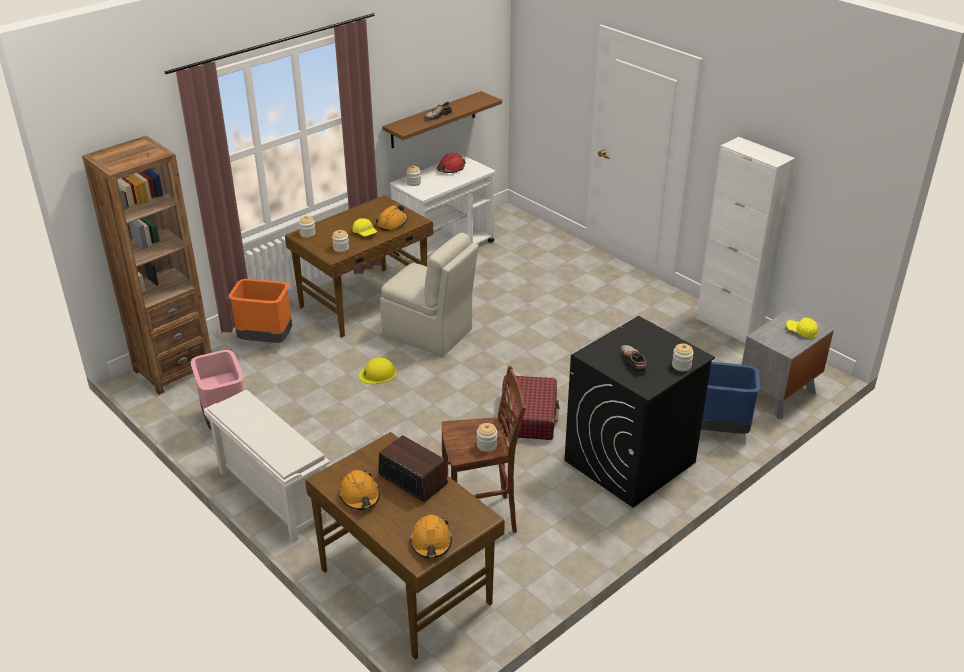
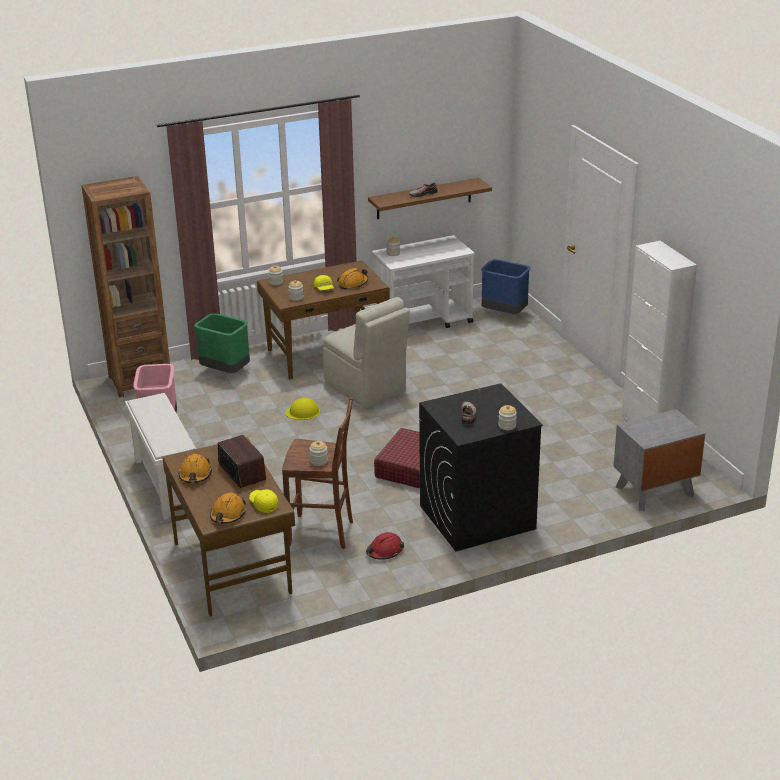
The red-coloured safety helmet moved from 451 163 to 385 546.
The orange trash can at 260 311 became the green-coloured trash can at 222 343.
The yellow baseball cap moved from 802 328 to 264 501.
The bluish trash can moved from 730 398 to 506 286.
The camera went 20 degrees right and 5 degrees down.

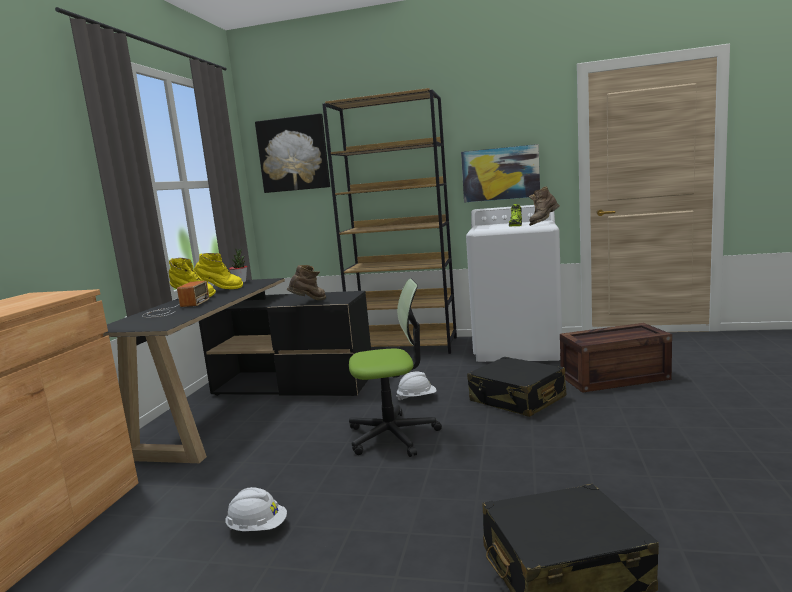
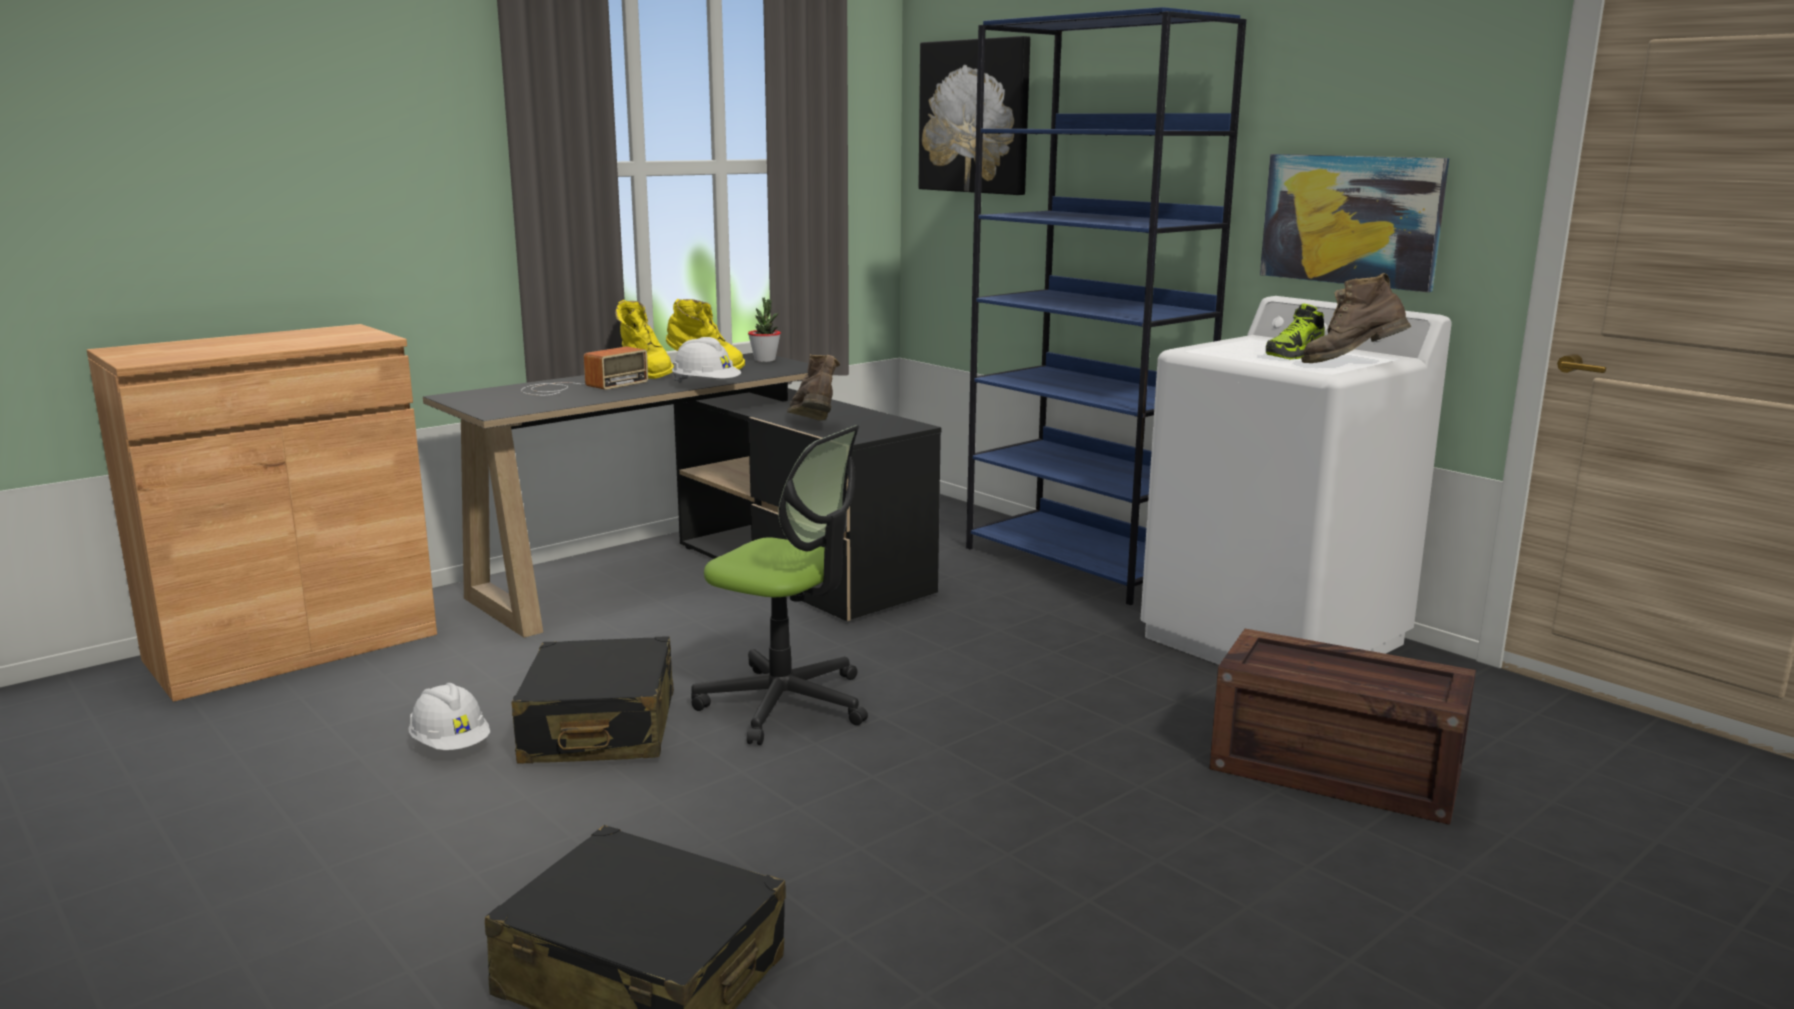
The brown-coloured bookshelf at 389 221 became the bluish bookshelf at 1106 306.
The brown-coloured boot at 306 282 turned 90 degrees counterclockwise.
The black-coloured suitcase moved from 516 387 to 592 700.
The white safety helmet moved from 416 386 to 706 360.
The camera went 35 degrees right and 5 degrees up.

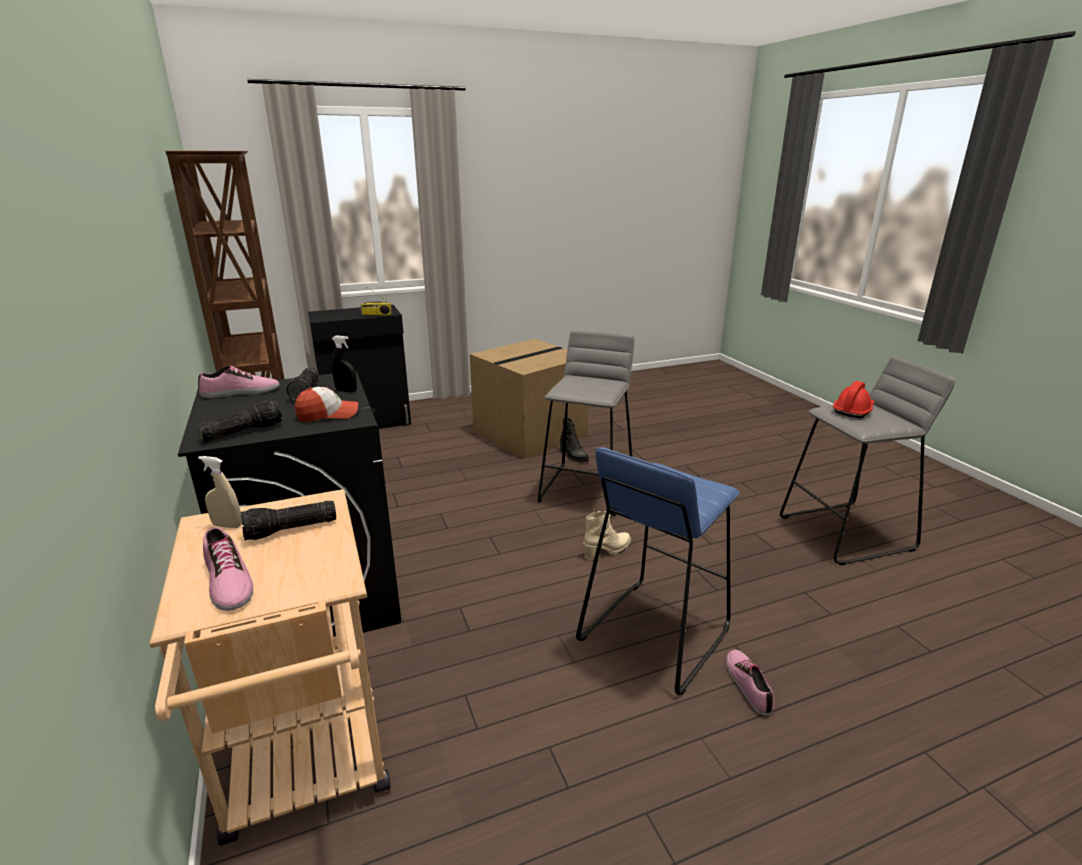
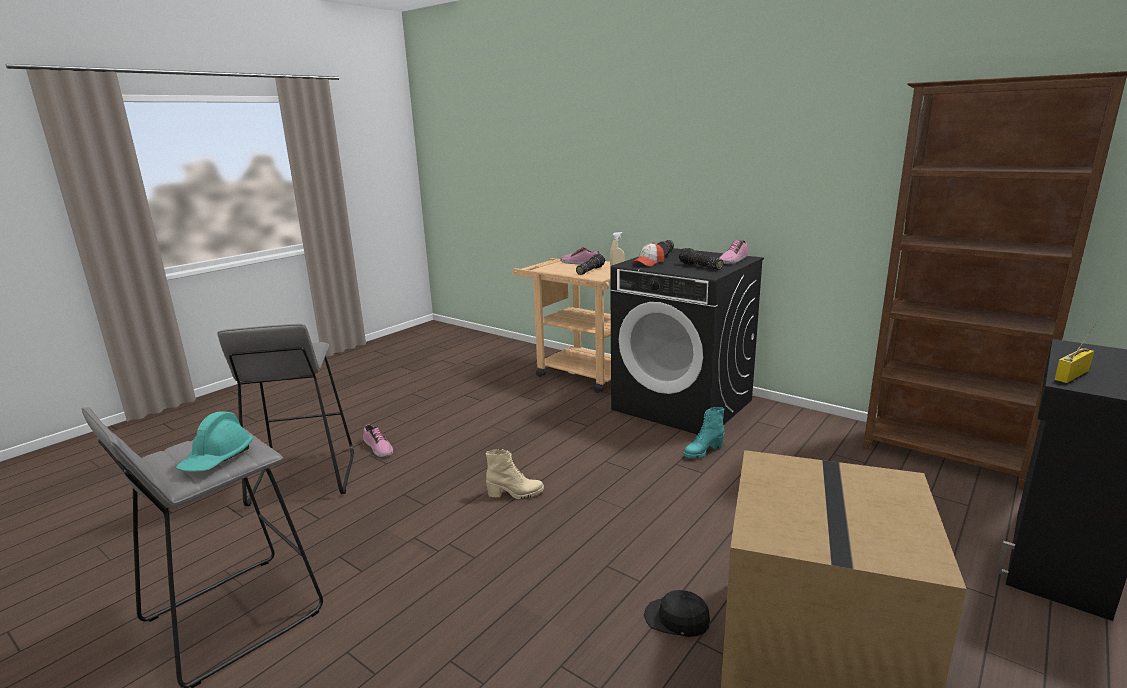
The greyish stool seat moved from 586 423 to 285 415.
The black-coloured sprayer at 344 363 disappeared.
The red-coloured safety helmet at 853 399 became the turquoise-coloured safety helmet at 214 441.
The black-coloured boot at 574 439 was replaced by the black-coloured baseball cap at 677 613.
The bluish stool seat at 657 571 disappeared.
The beige-coloured boot at 607 535 turned 120 degrees counterclockwise.
The turquoise-coloured boot at 704 432 appeared.
The camera went 150 degrees right and 5 degrees down.

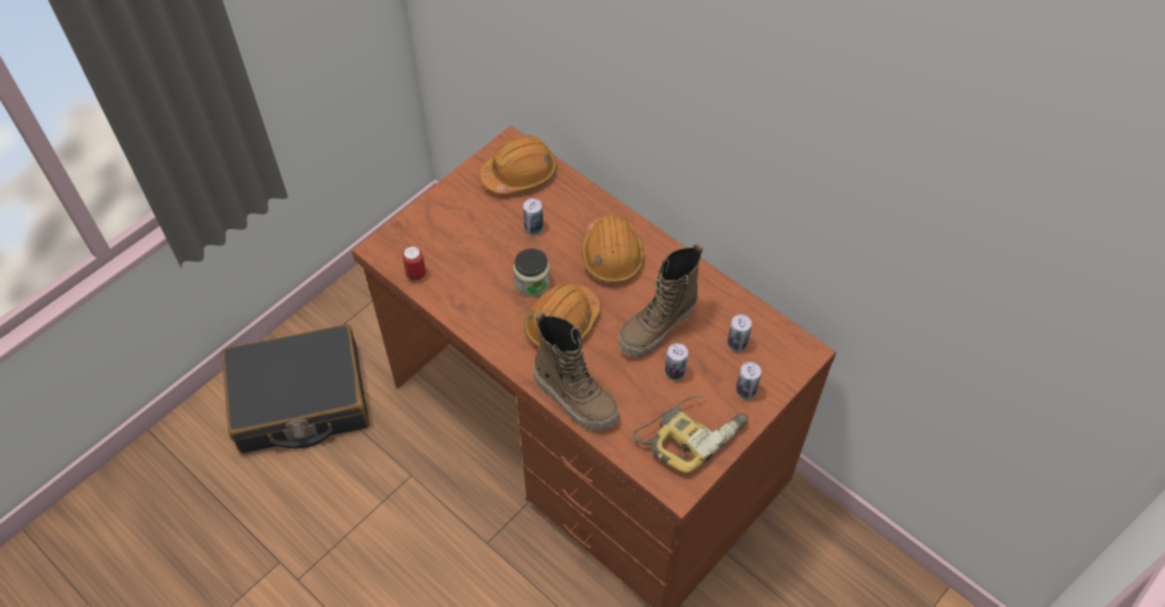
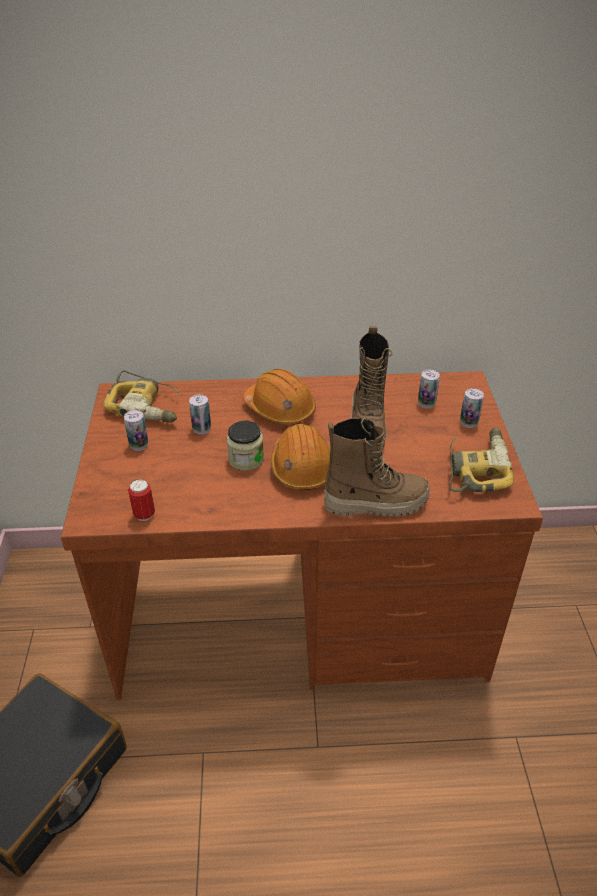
The orange safety helmet at 518 164 was replaced by the drill at 142 396.
The sealed can moved from 676 362 to 136 430.
The camera went 45 degrees left and 15 degrees down.

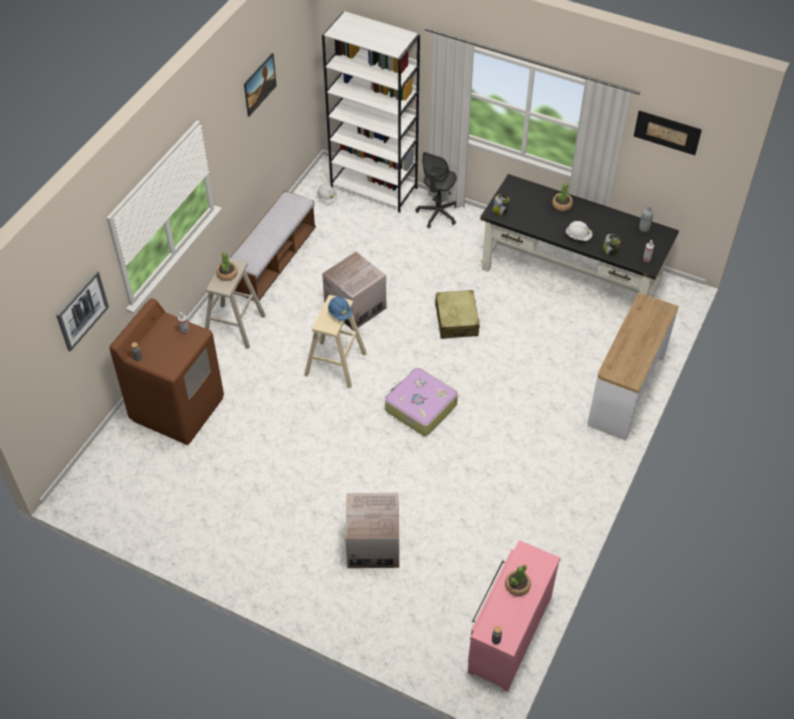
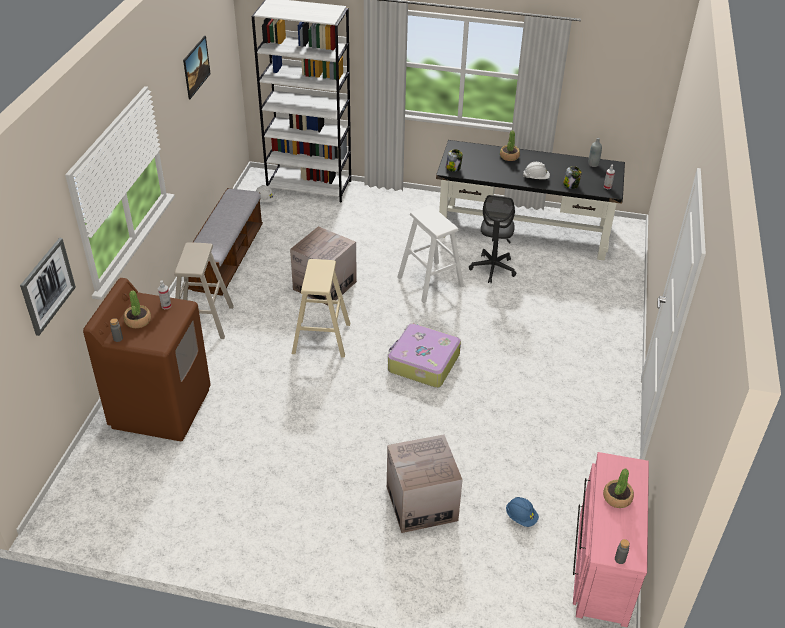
The wall art at 668 132 disappeared.
The greyish desk chair moved from 436 190 to 492 239.
The houseplant moved from 227 266 to 137 309.
The beige-coloured suitcase at 457 314 was replaced by the white stool seat at 431 254.
The narrow table at 633 367 disappeared.
The bluish safety helmet moved from 340 308 to 522 512.
The camera went 15 degrees left and 10 degrees down.

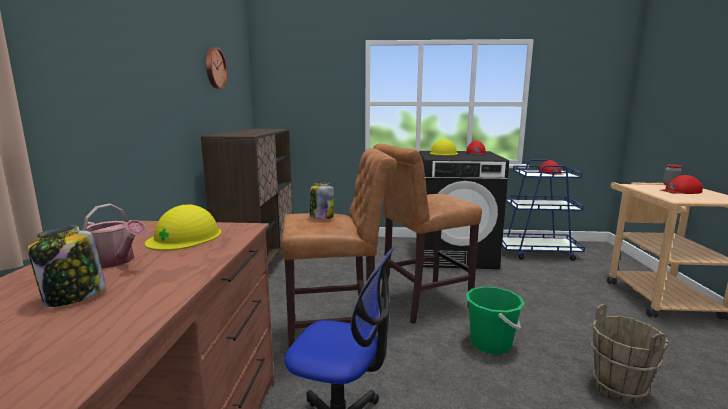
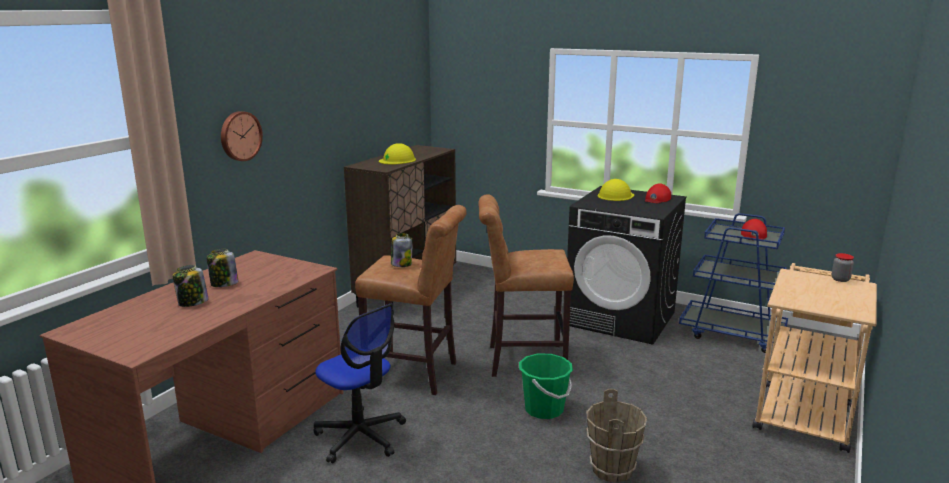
The wall clock moved from 216 68 to 242 136.
The red-coloured baseball cap at 682 184 disappeared.
The watering pot at 114 236 was replaced by the preserve jar at 222 268.
The yellow safety helmet moved from 183 228 to 397 153.
The camera went 25 degrees right and 5 degrees up.

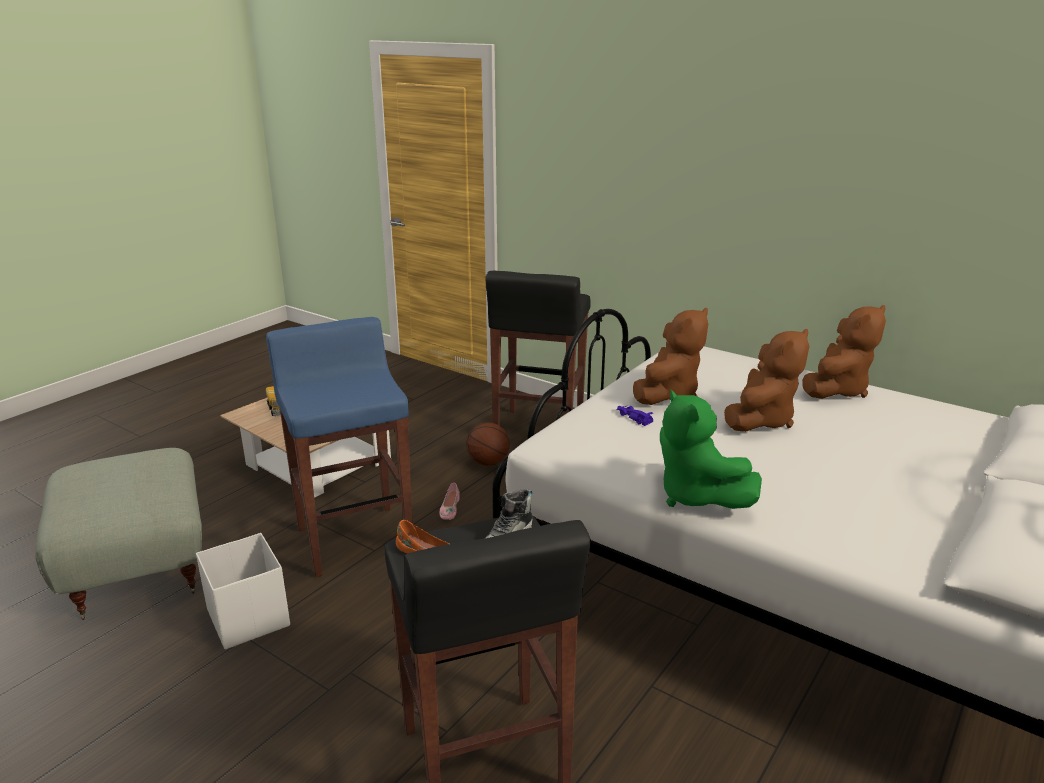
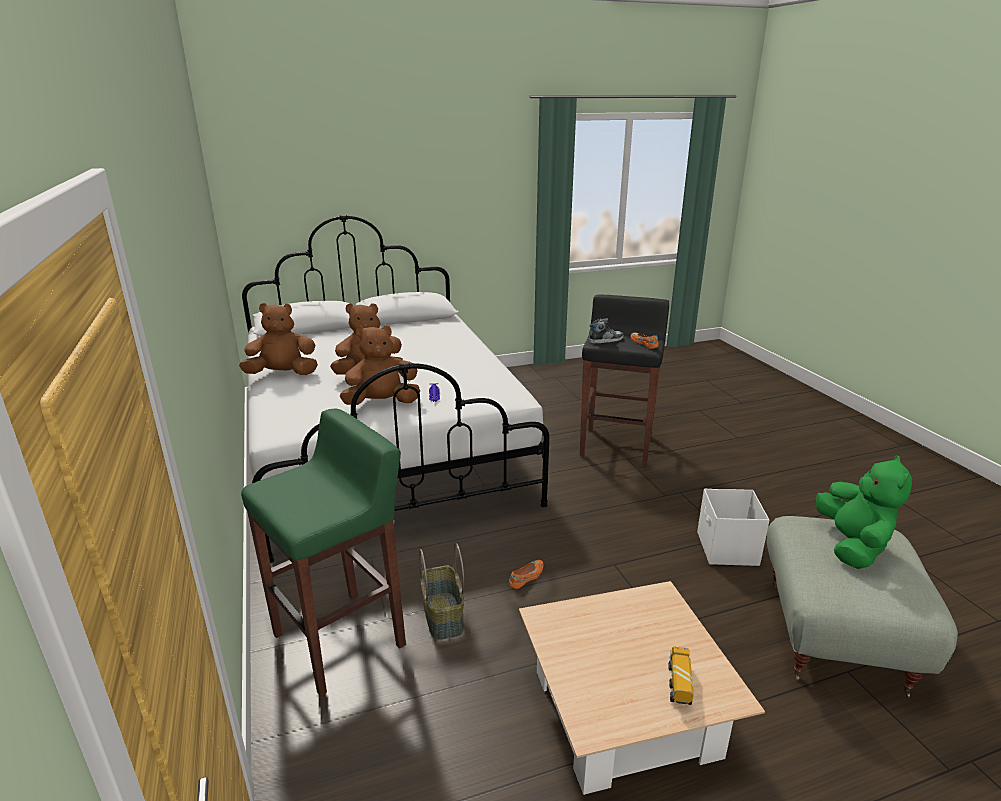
The black-coloured stool seat at 538 348 became the green-coloured stool seat at 323 552.
The bluish stool seat at 339 447 disappeared.
The green-coloured soft toy moved from 711 449 to 864 512.
The basketball ball at 488 444 was replaced by the basket at 441 591.
The pinkish low shoe at 450 501 became the orange low shoe at 526 574.
The camera went 145 degrees left and 0 degrees up.

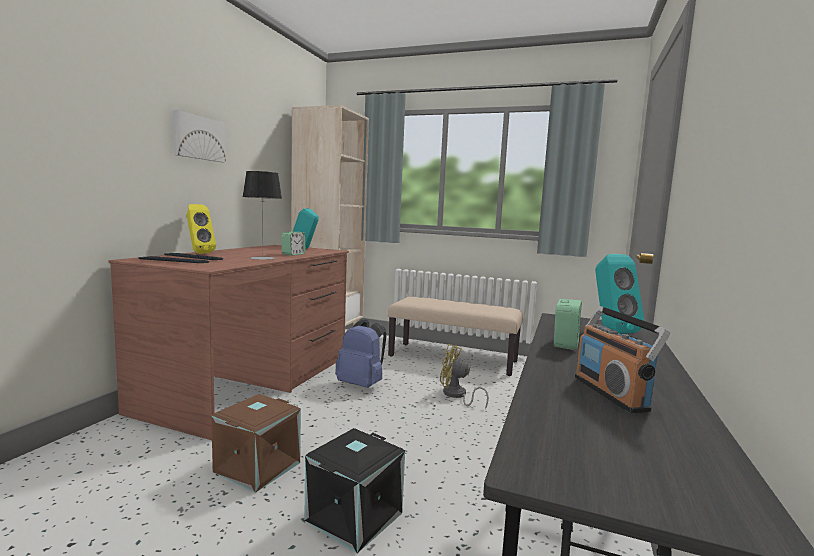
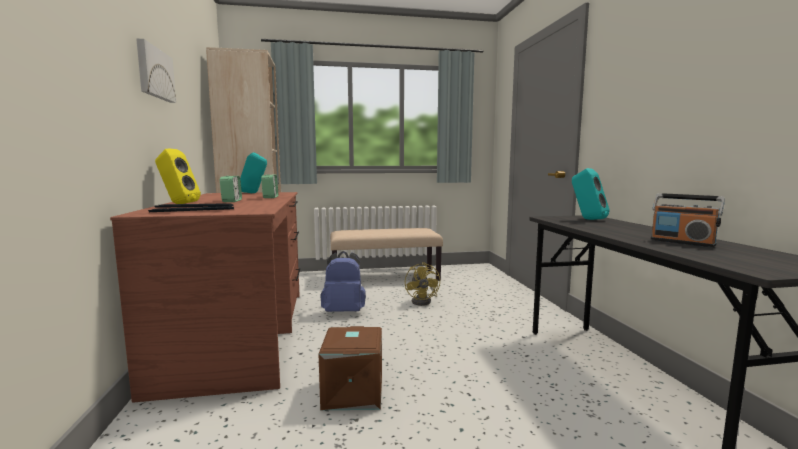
The table lamp at 262 215 disappeared.
The bedside clock moved from 568 324 to 231 189.
The yellow electric fan at 464 376 turned 90 degrees counterclockwise.
The black-coloured storage bin at 354 490 disappeared.
The camera went 30 degrees left and 0 degrees up.

